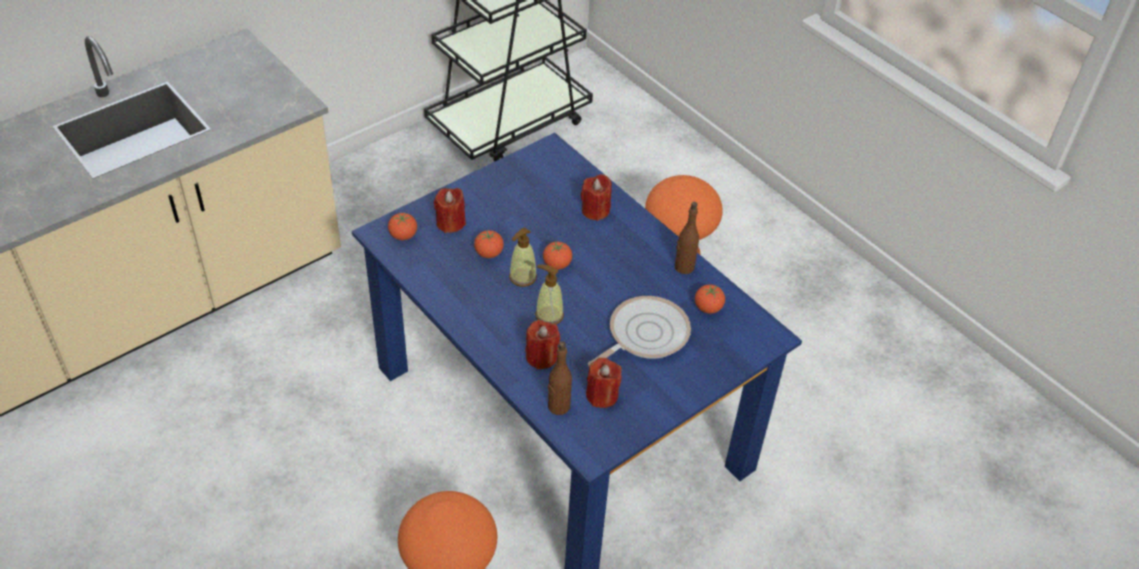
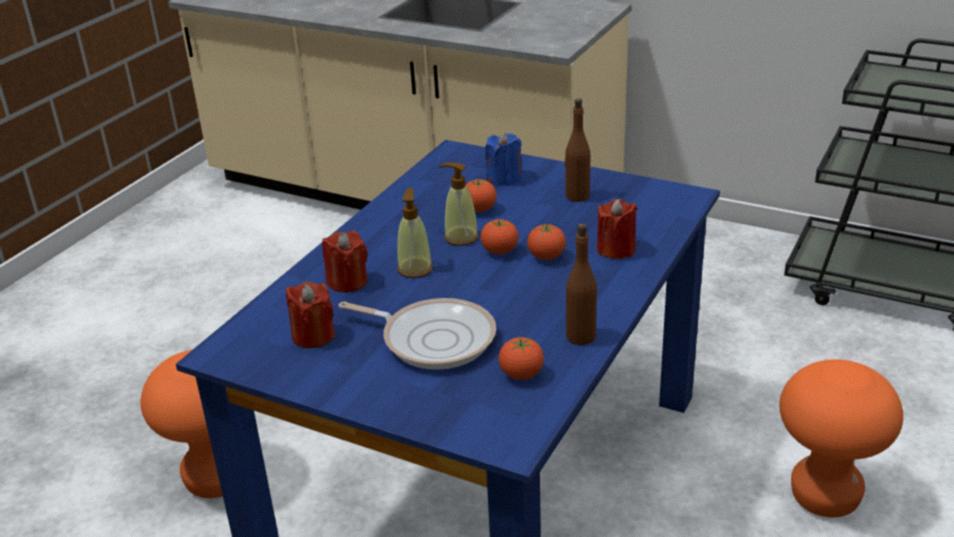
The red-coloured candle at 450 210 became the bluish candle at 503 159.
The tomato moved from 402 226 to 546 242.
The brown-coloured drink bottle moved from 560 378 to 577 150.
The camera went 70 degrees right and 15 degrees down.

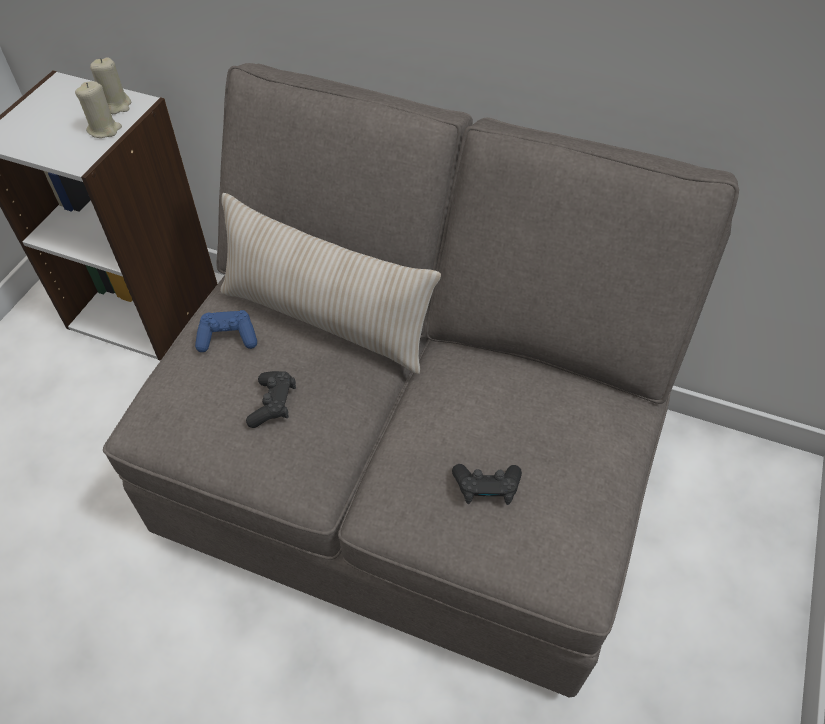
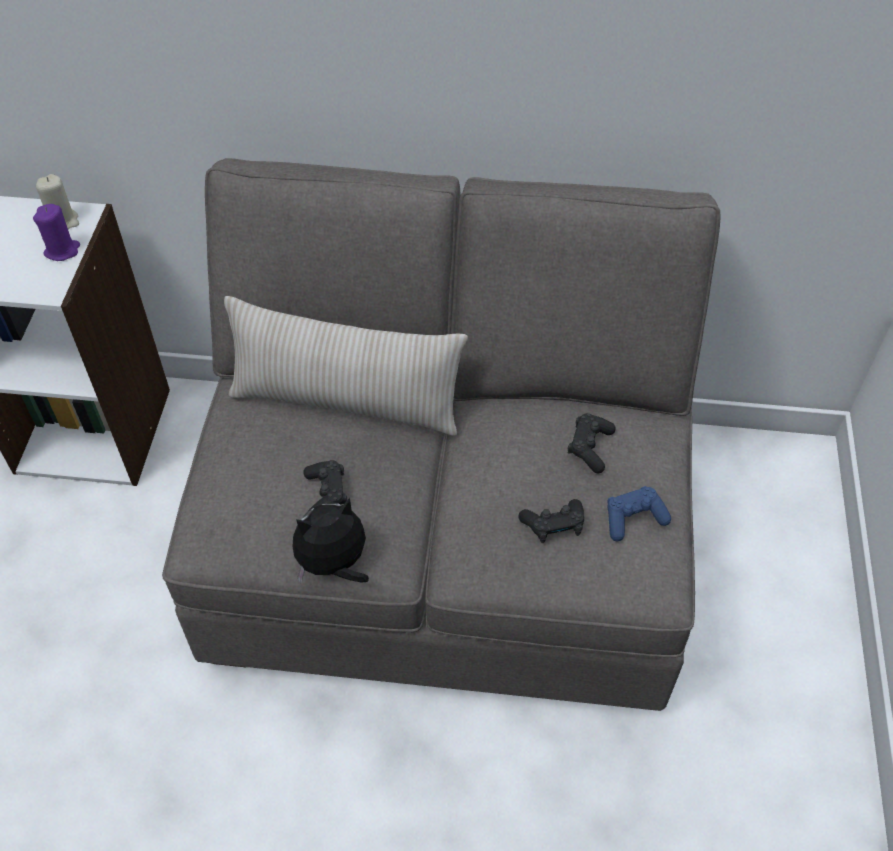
The beige-coloured candle at 98 109 became the purple-coloured candle at 56 232.
The bluish joypad moved from 226 331 to 639 513.
The black-coloured joypad at 592 443 appeared.
The soft toy at 330 540 appeared.
The camera went 15 degrees left and 0 degrees up.

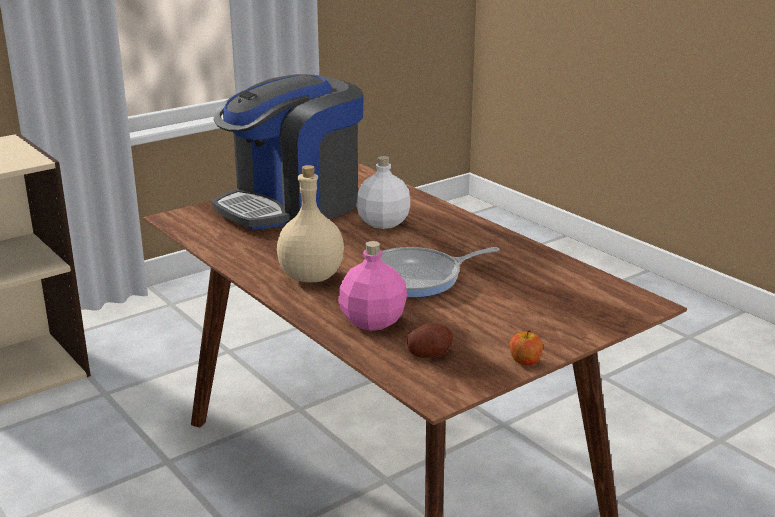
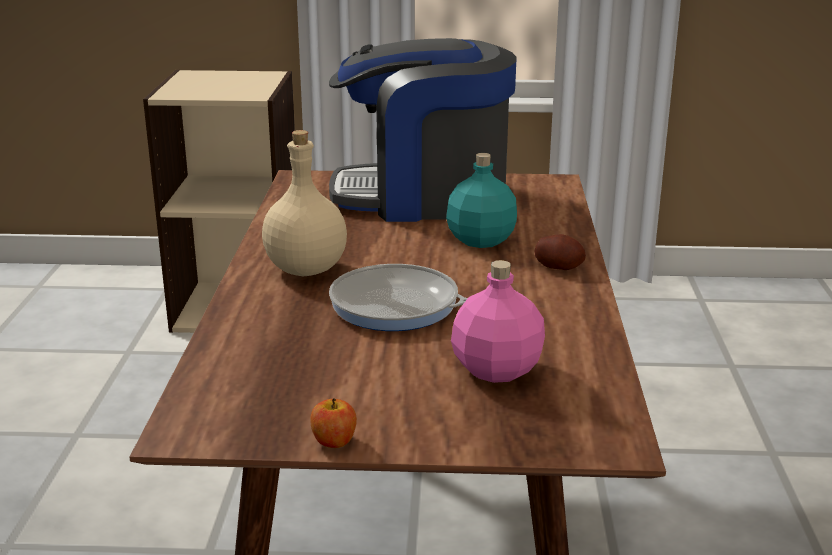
The white drink bottle at 383 192 became the turquoise-coloured drink bottle at 481 200.
The pinkish drink bottle moved from 372 286 to 498 321.
The potato moved from 430 340 to 560 252.
The camera went 40 degrees right and 0 degrees up.

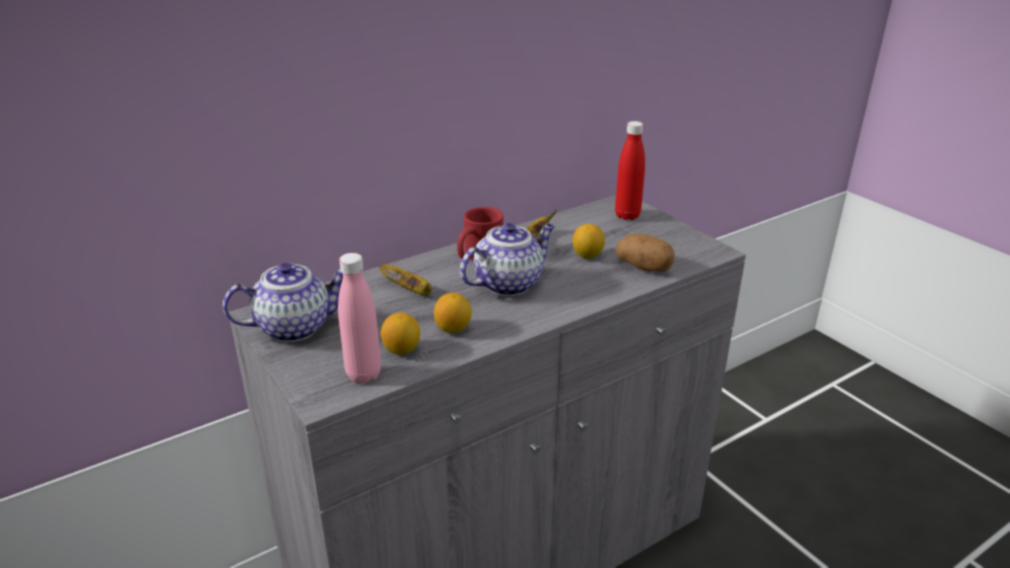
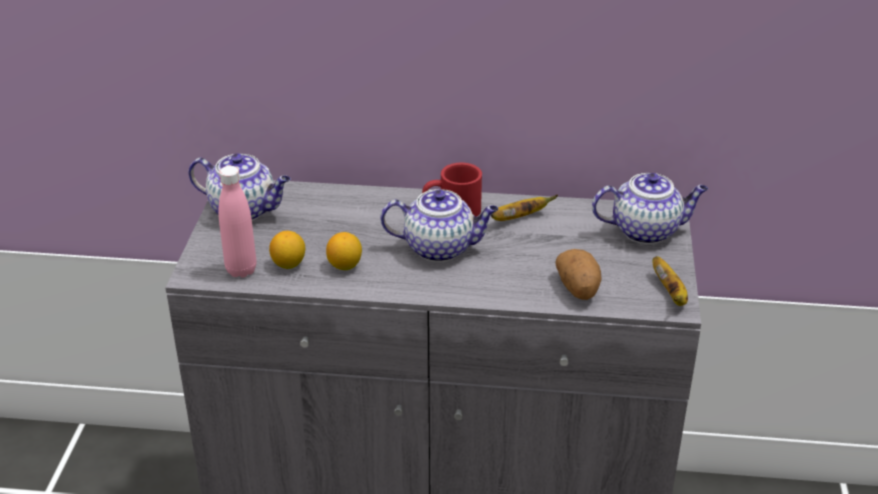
The red-coloured drink bottle at 630 170 was replaced by the tea pot at 650 208.
The citrus fruit at 589 241 disappeared.
The whole banana moved from 405 279 to 670 281.
The camera went 40 degrees right and 5 degrees up.

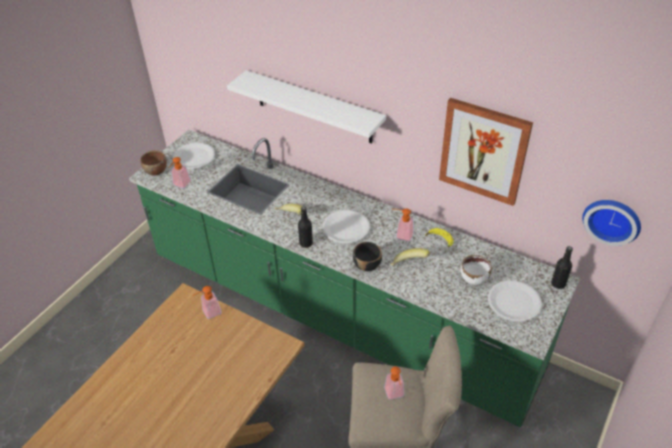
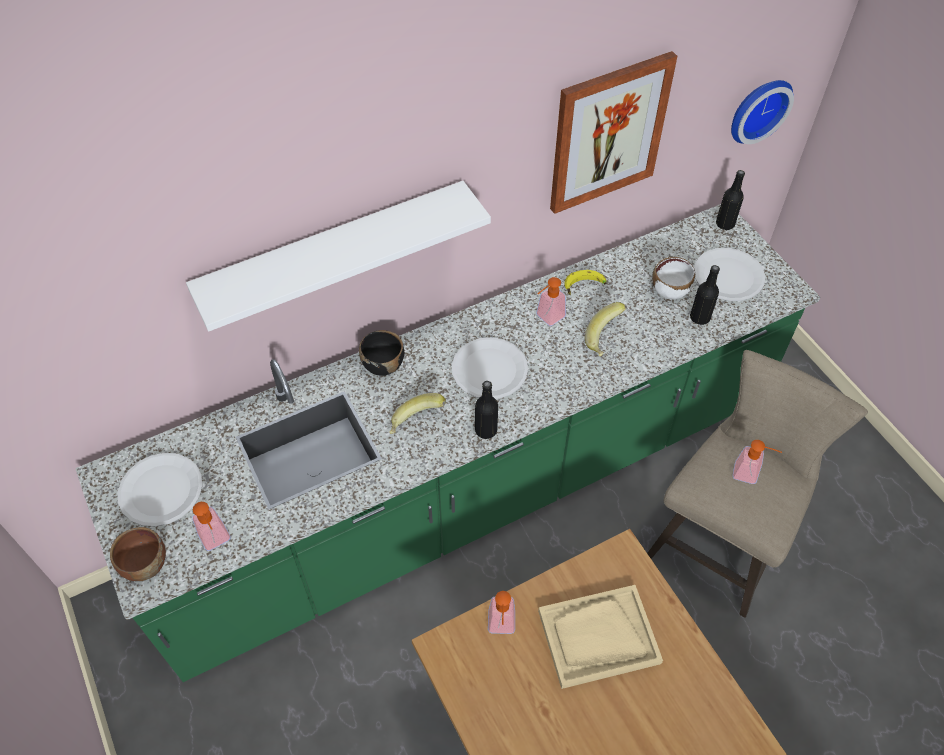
The black-coloured bowl moved from 367 256 to 381 353.
The black-coloured drink bottle at 705 295 appeared.
The beige-coloured carrying tray at 600 637 appeared.
The camera went 60 degrees left and 10 degrees up.

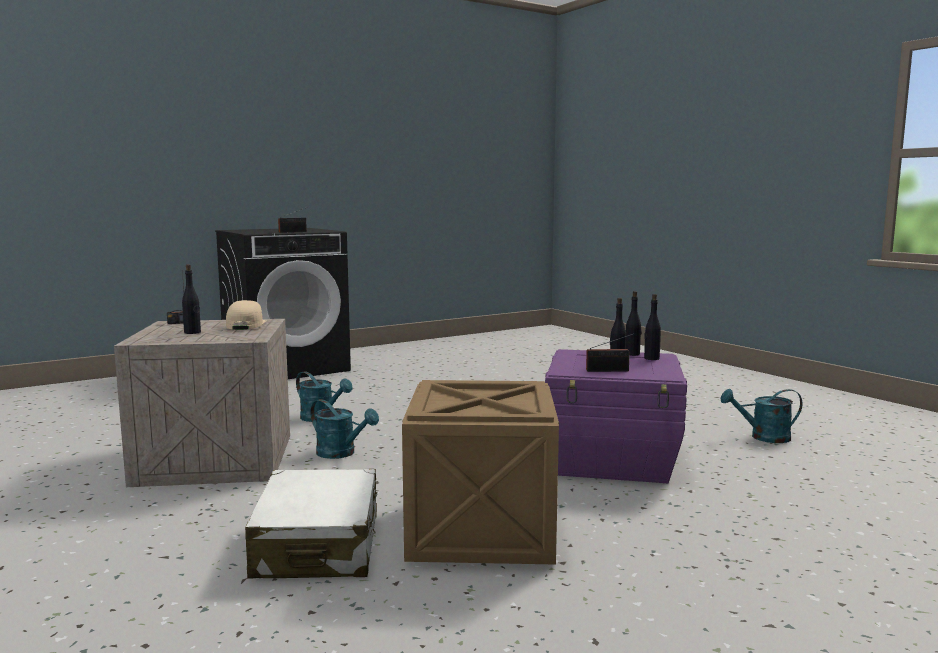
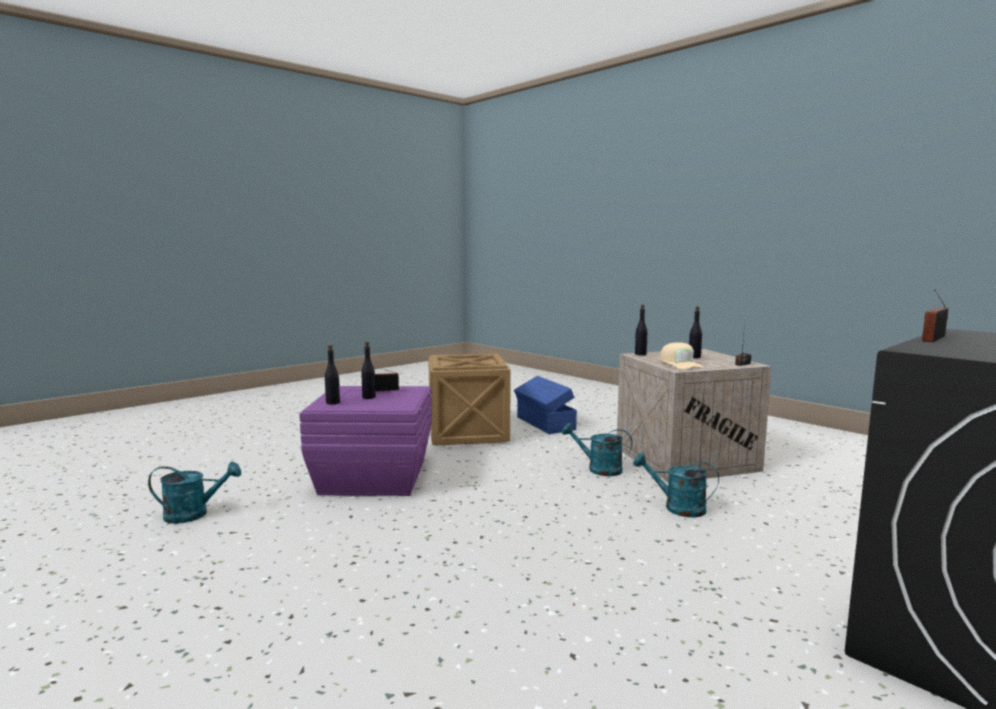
The black-coloured drink bottle moved from 633 323 to 641 330.
The white suitcase at 311 524 was replaced by the bluish storage bin at 545 405.
The camera went 170 degrees right and 0 degrees up.

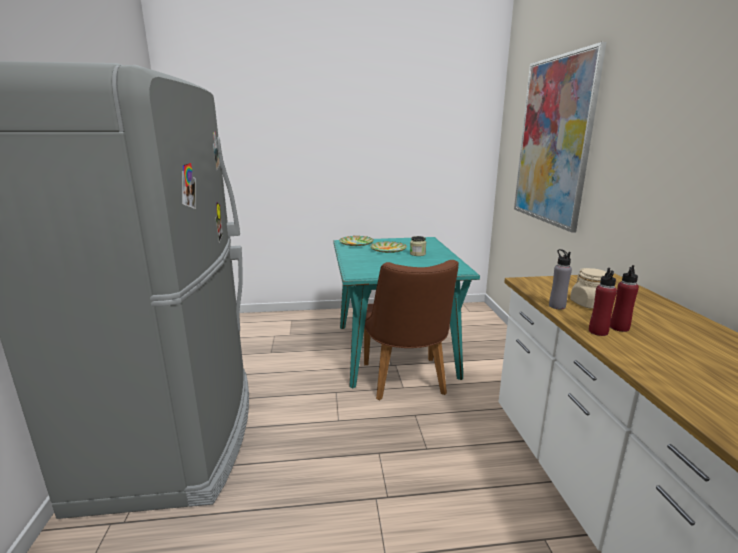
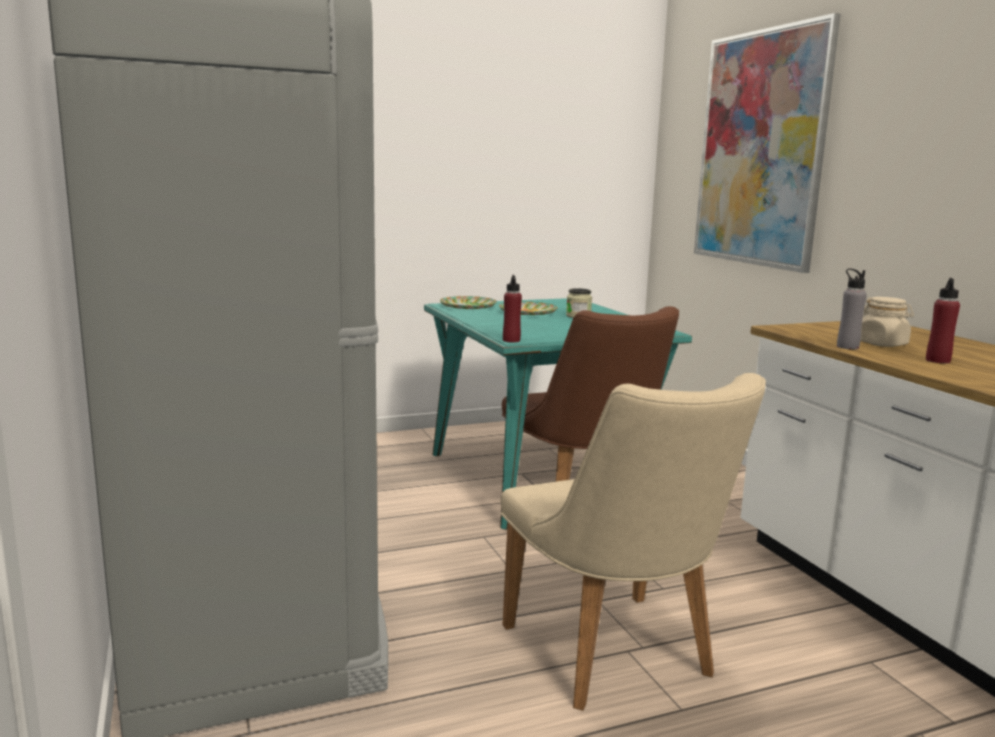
The red-coloured drink bottle moved from 603 302 to 512 309.
The beige-coloured upright chair at 633 542 appeared.
The camera went 15 degrees left and 5 degrees down.

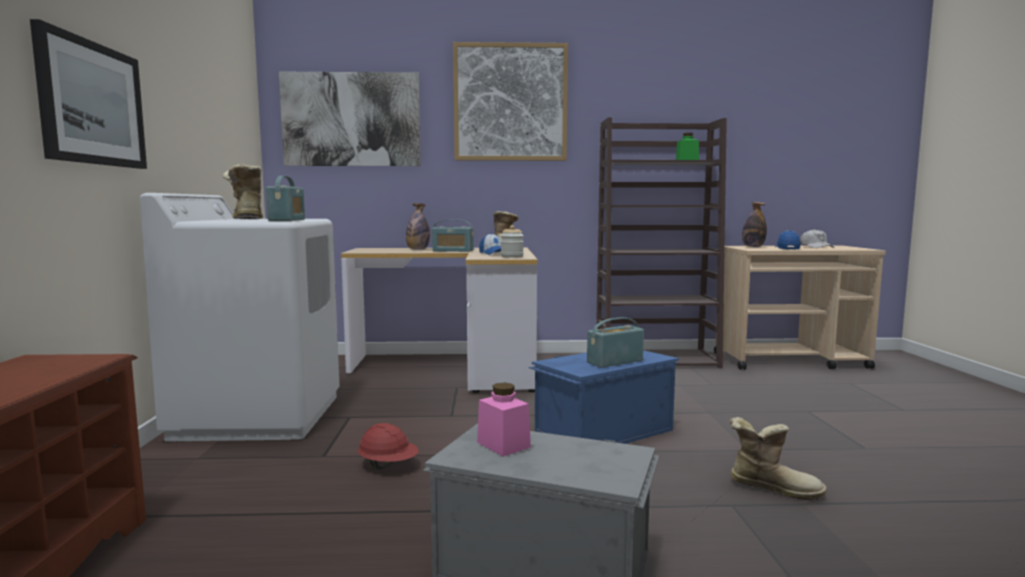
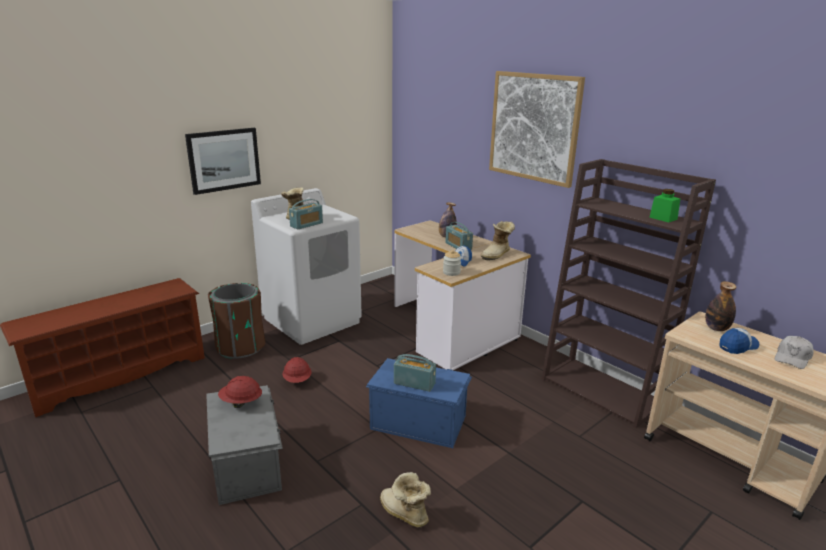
The wall art at 350 118 disappeared.
The pinkish preserve jar at 504 420 was replaced by the red-coloured safety helmet at 240 392.
The boot at 778 459 turned 150 degrees clockwise.
The brown-coloured trash can at 237 321 appeared.
The camera went 50 degrees right and 15 degrees up.

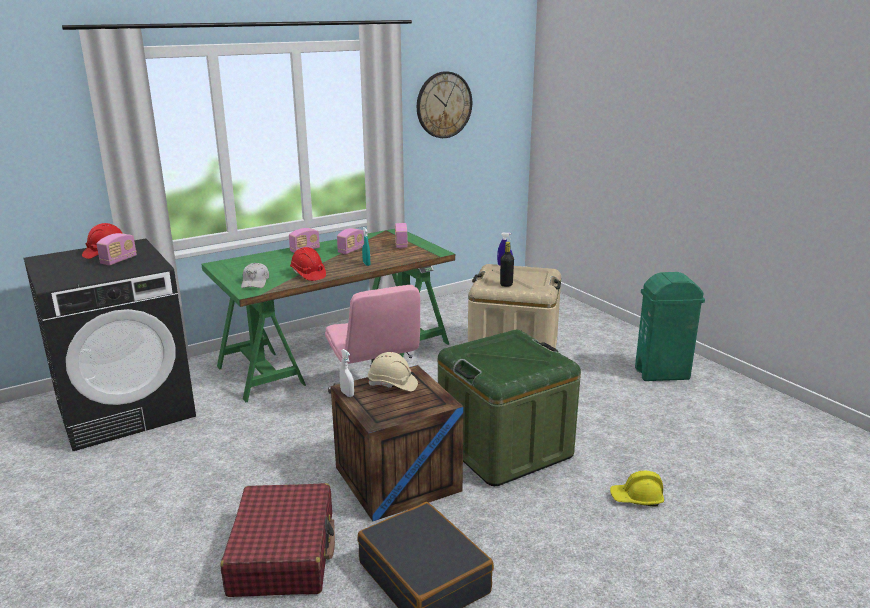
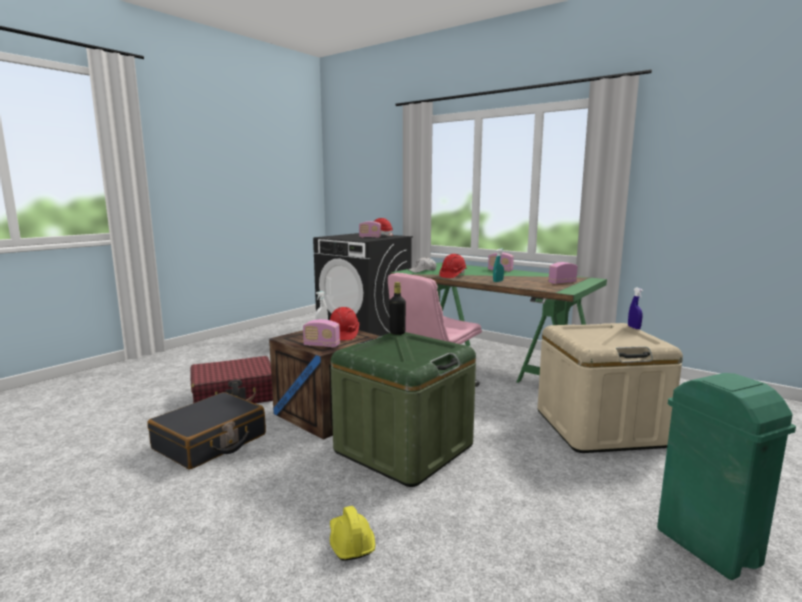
The wall clock at 444 104 disappeared.
The radio receiver moved from 350 241 to 321 333.
The black-coloured drink bottle moved from 507 264 to 397 308.
The beige-coloured safety helmet at 393 371 became the red-coloured safety helmet at 344 323.
The camera went 70 degrees right and 10 degrees down.

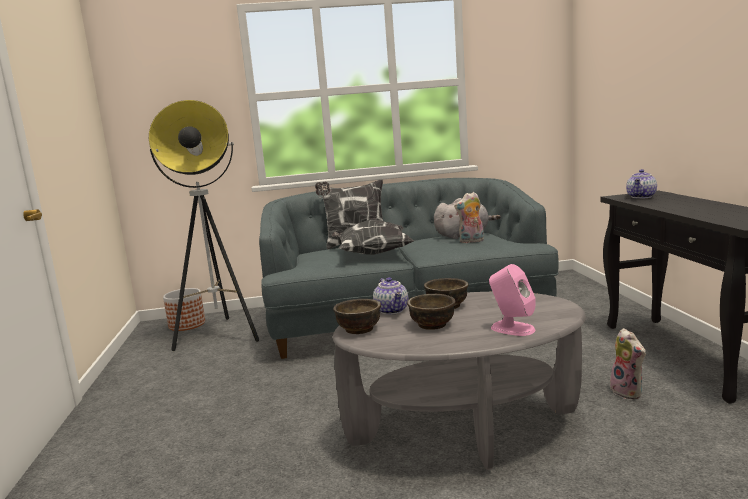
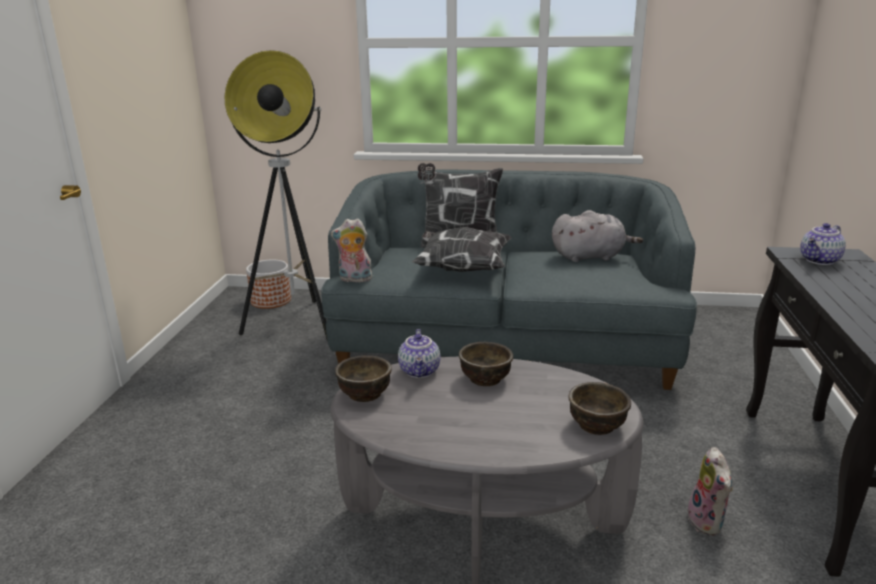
The soft toy moved from 469 217 to 351 250.
The pinkish audio speaker at 512 300 disappeared.
The brown-coloured bowl moved from 431 312 to 600 408.
The camera went 15 degrees right and 10 degrees up.

